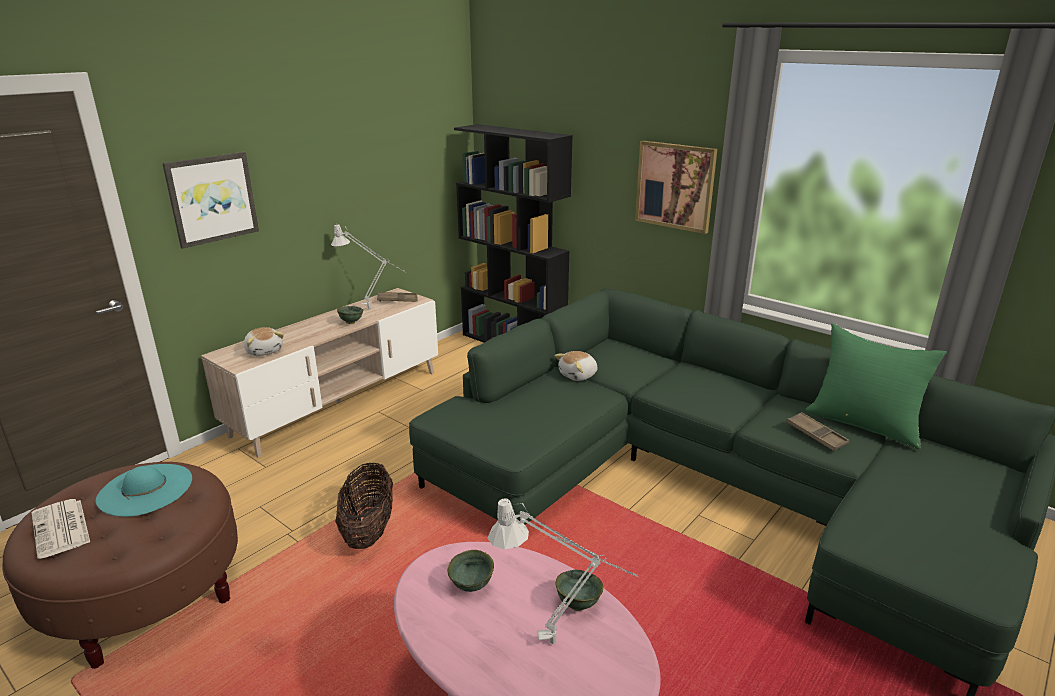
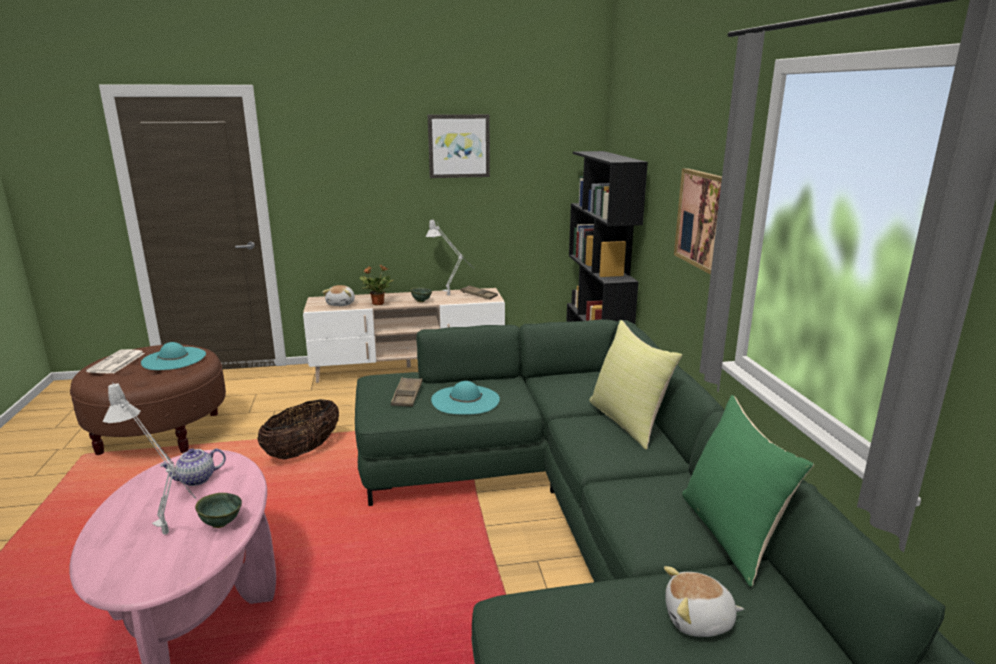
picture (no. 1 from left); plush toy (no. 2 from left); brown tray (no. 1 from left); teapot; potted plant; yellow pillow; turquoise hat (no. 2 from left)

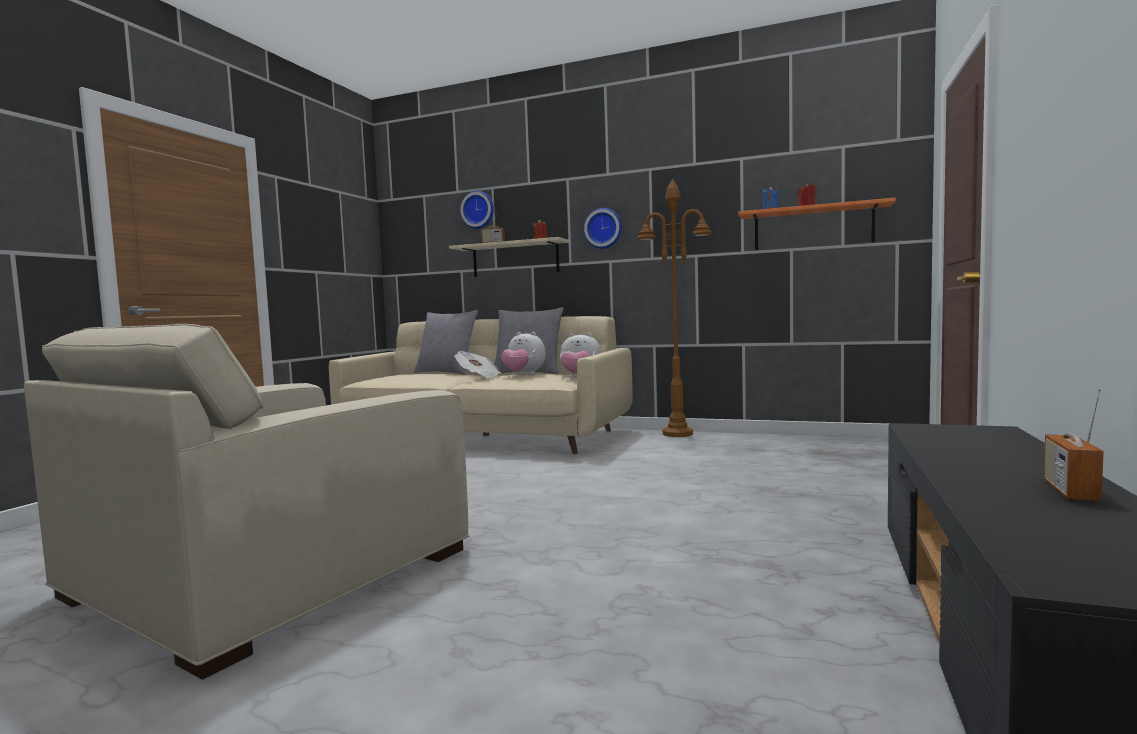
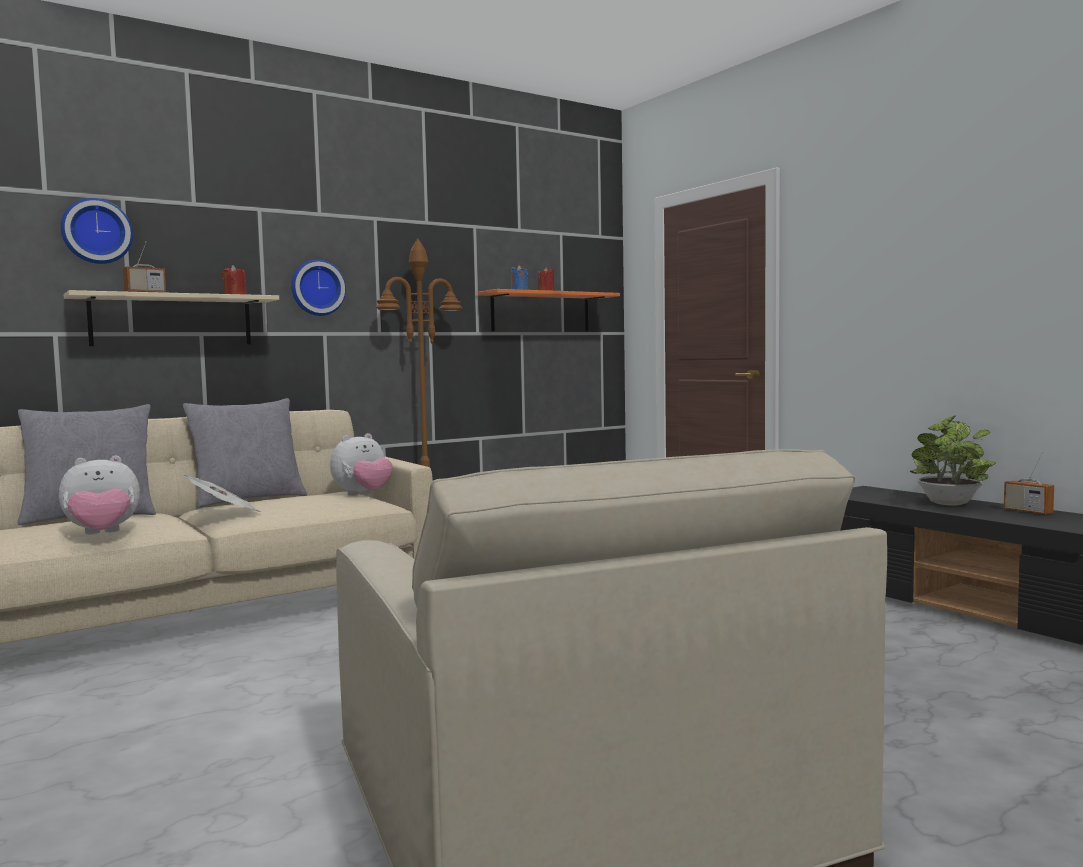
plush toy (no. 1 from left); potted plant

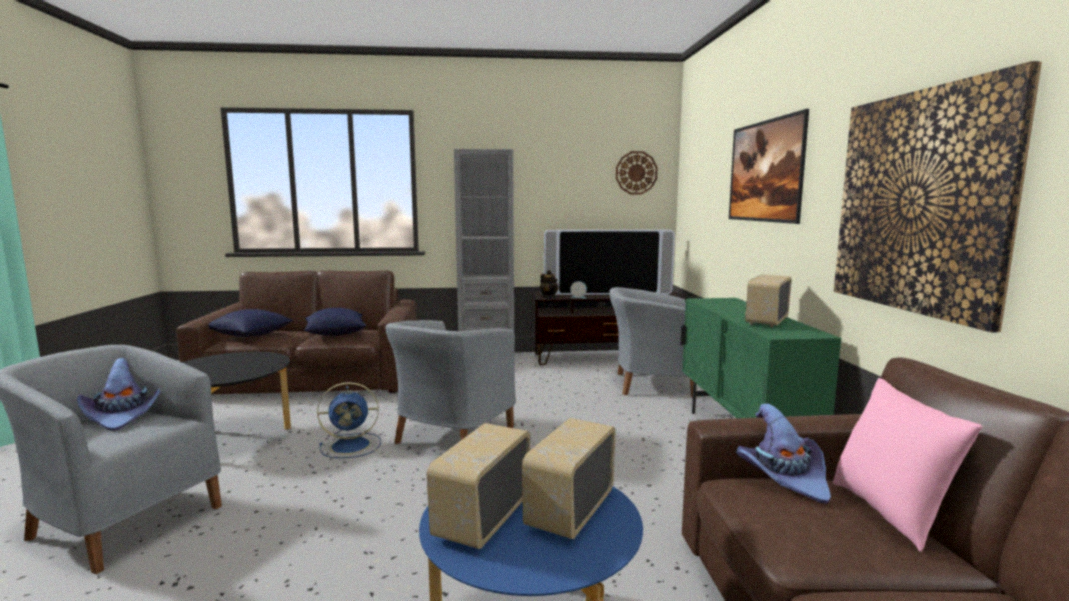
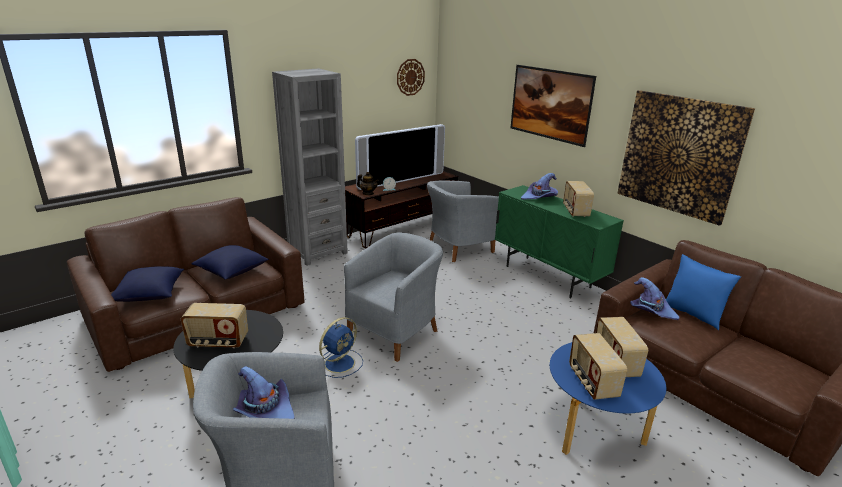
grey armchair (no. 2 from left); blue pillow (no. 3 from left); purple hat (no. 2 from left); radio (no. 1 from left)

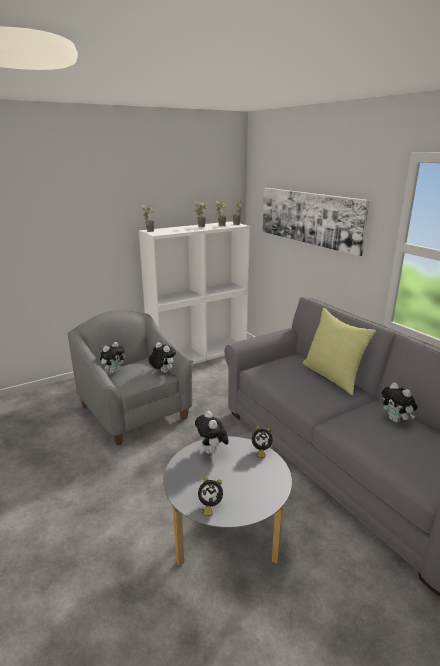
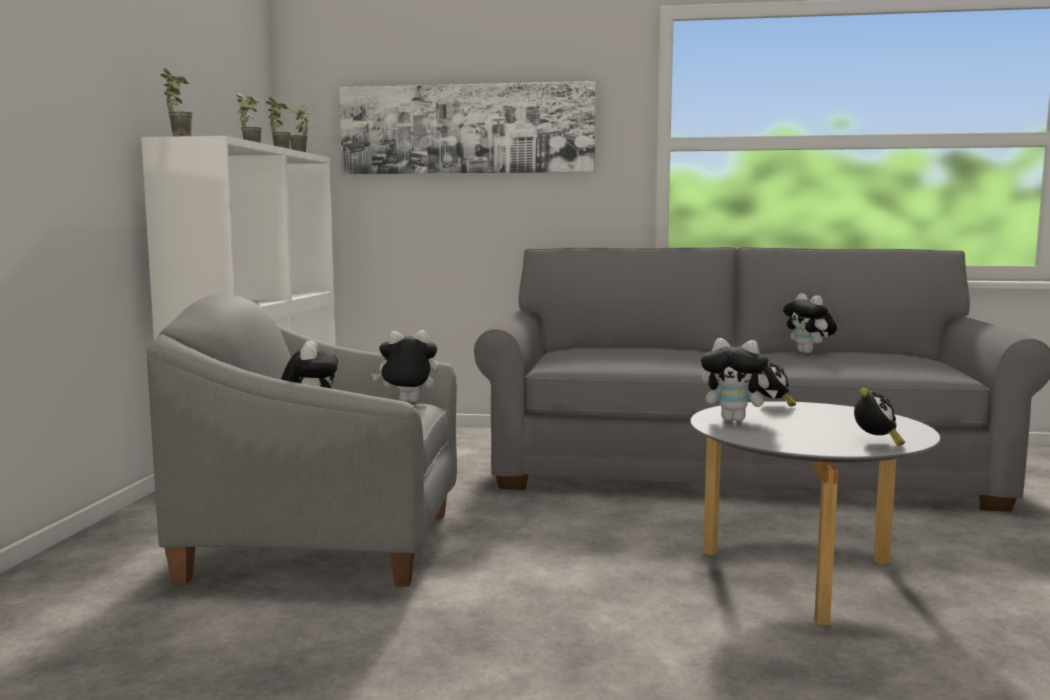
yellow pillow; plush toy (no. 4 from left)

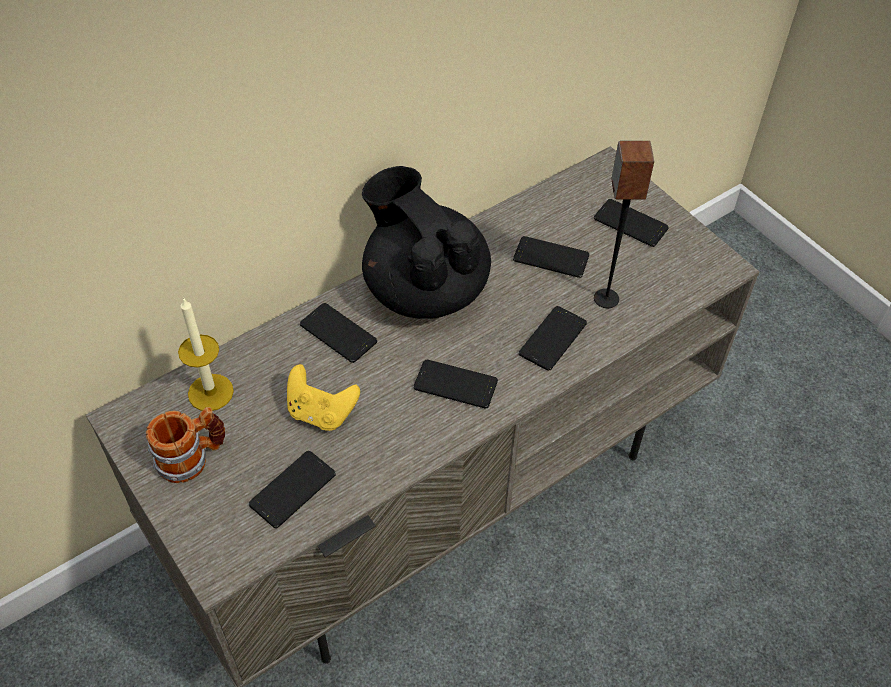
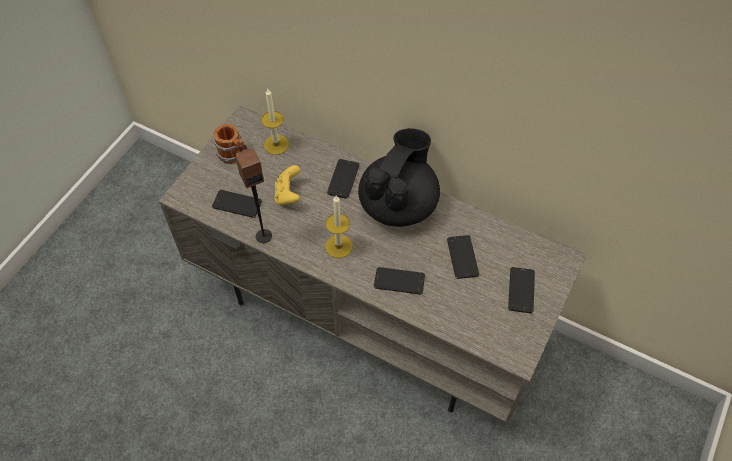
speaker; candle (no. 2 from left)

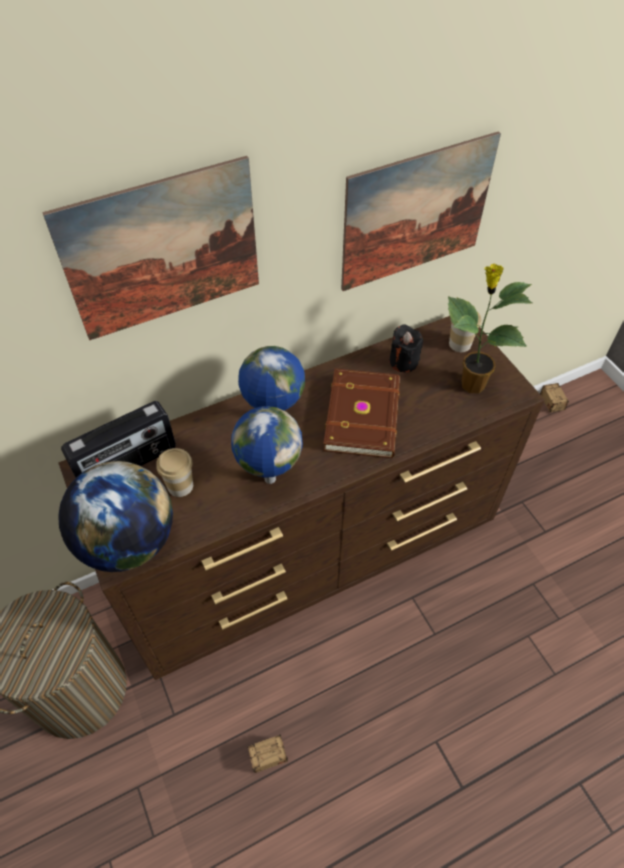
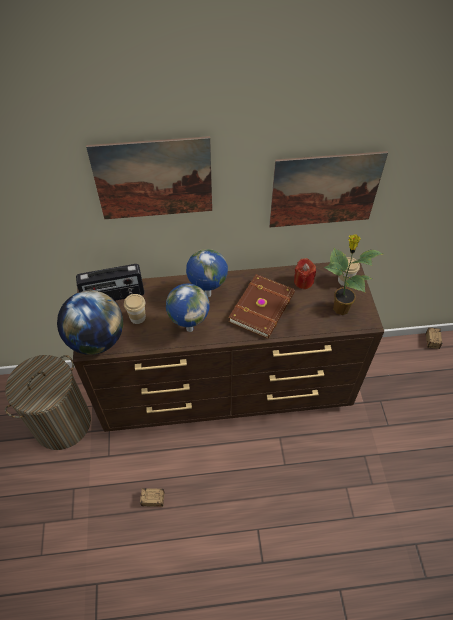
red candle

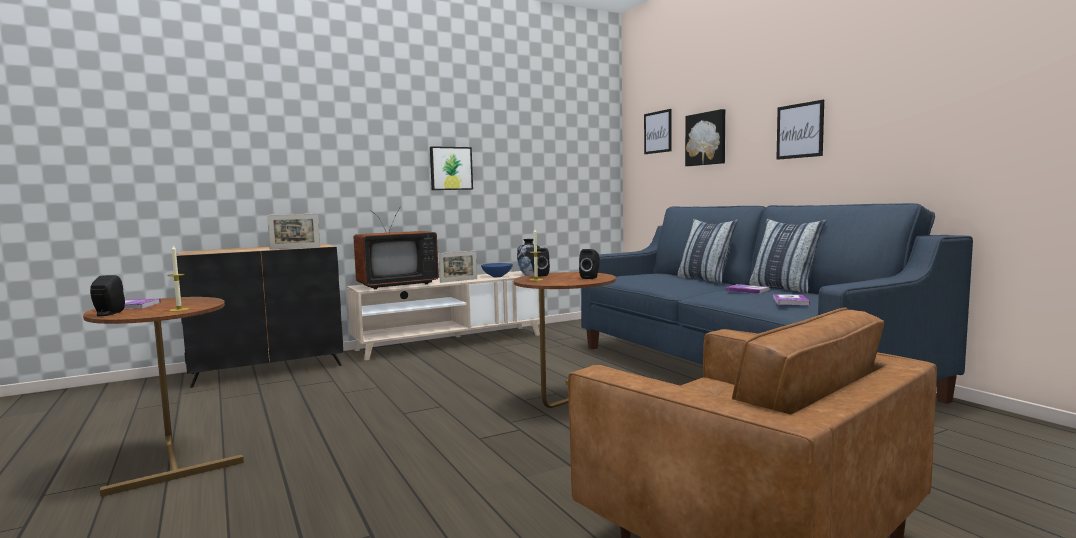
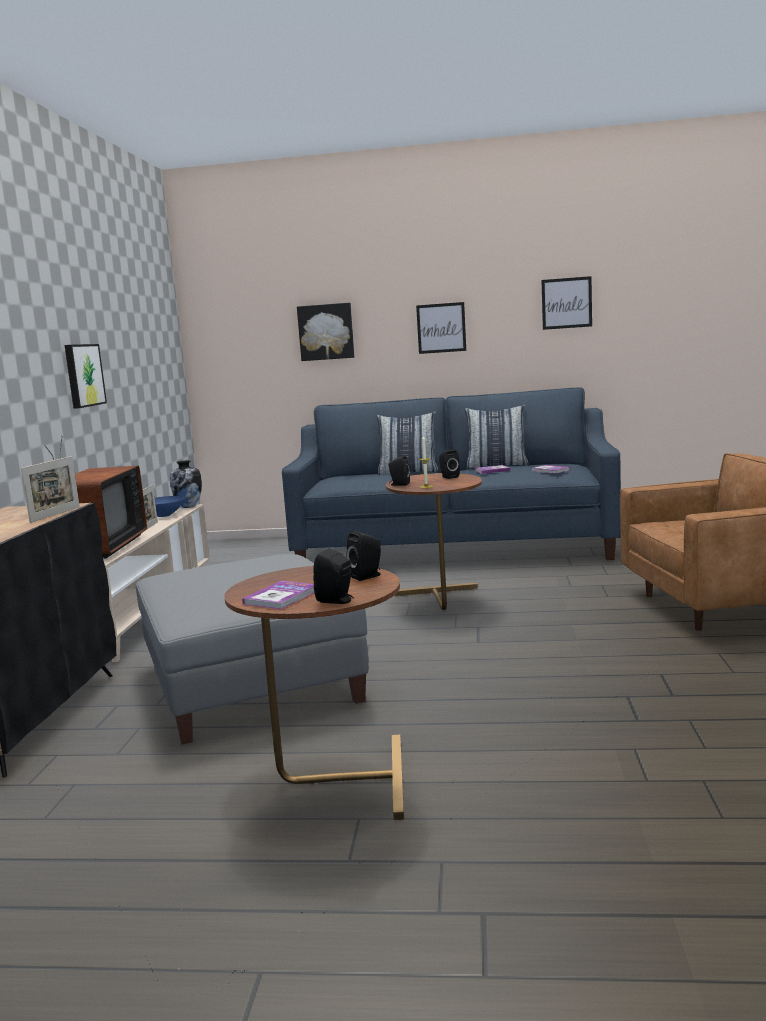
picture (no. 4 from left); black speaker (no. 2 from left); grey ottoman

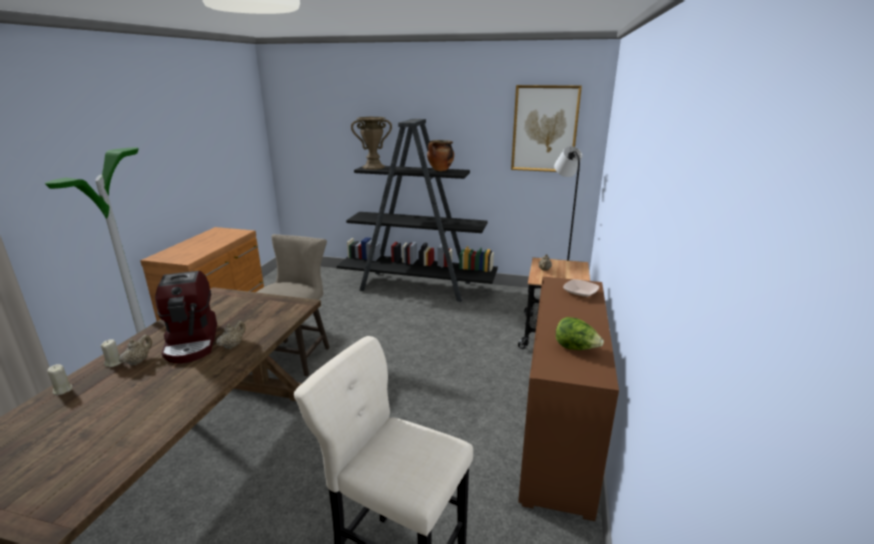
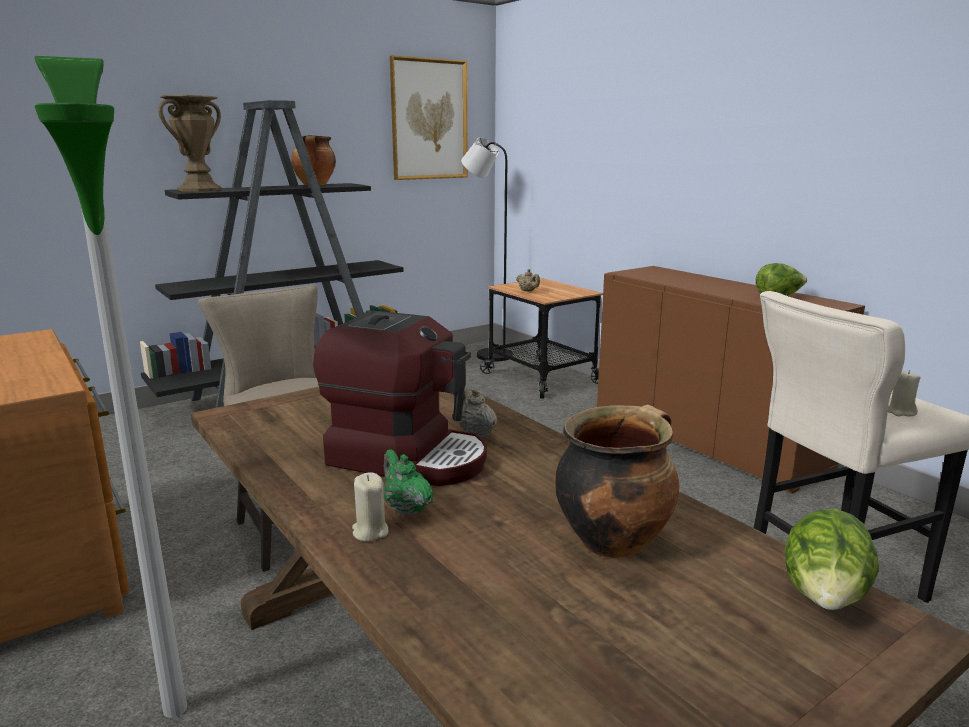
bowl; green teapot; beige candle (no. 2 from left); cooking pot (no. 2 from left); lettuce (no. 2 from left)

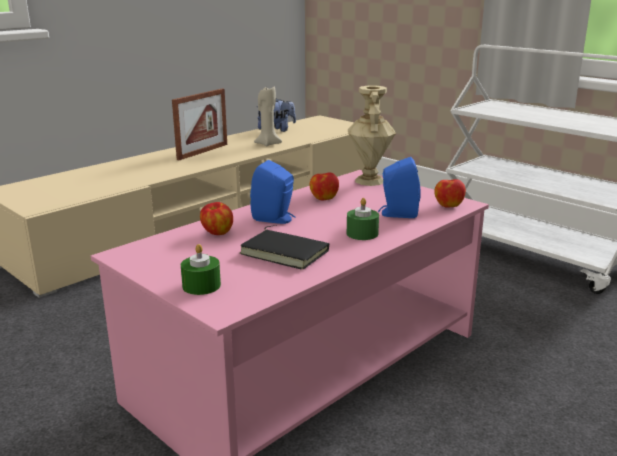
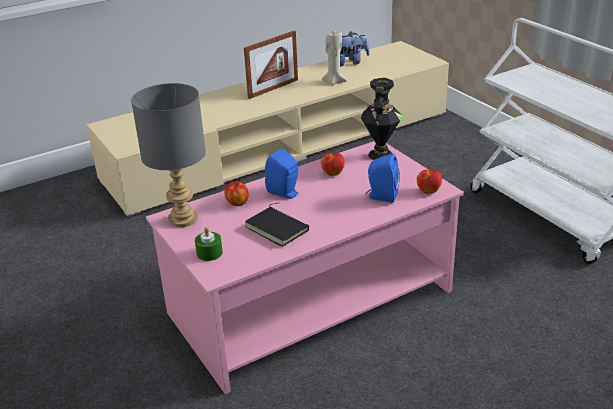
black vase; green candle (no. 2 from left in the first image); grey table lamp

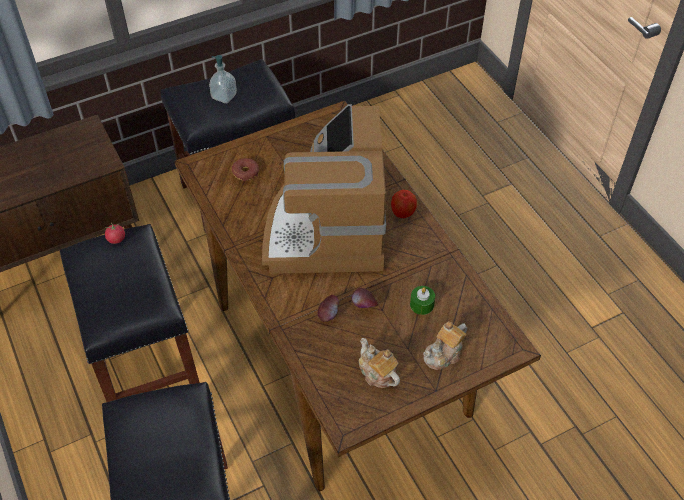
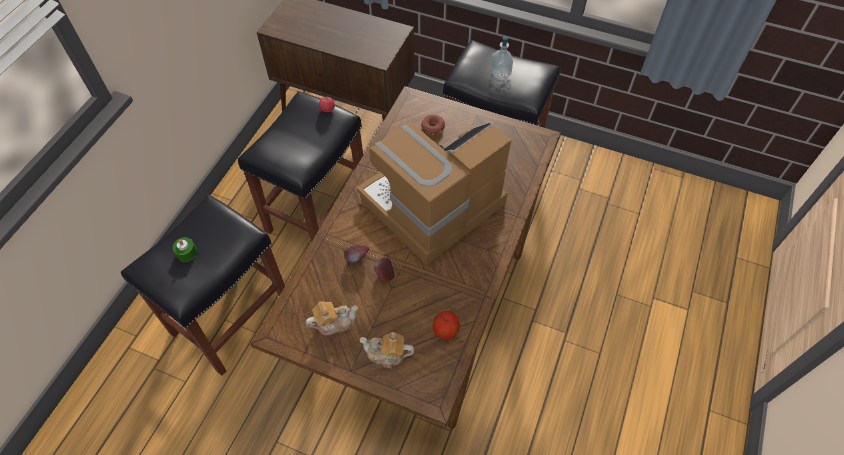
apple (no. 3 from left); green candle; teapot (no. 1 from left)

